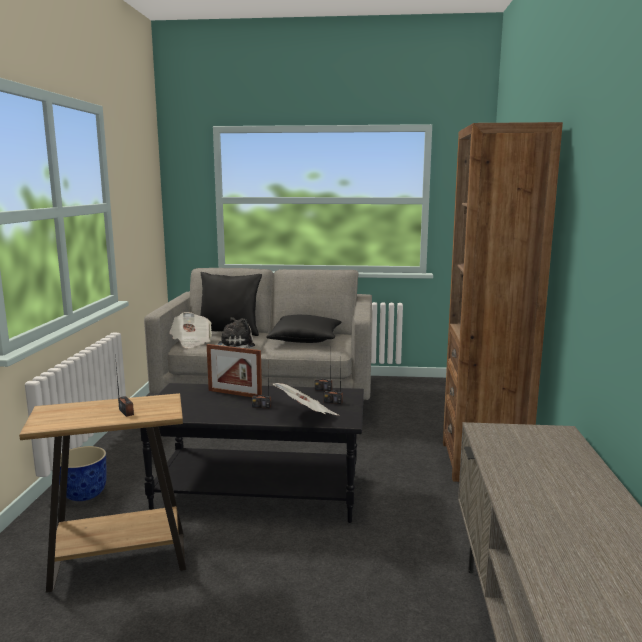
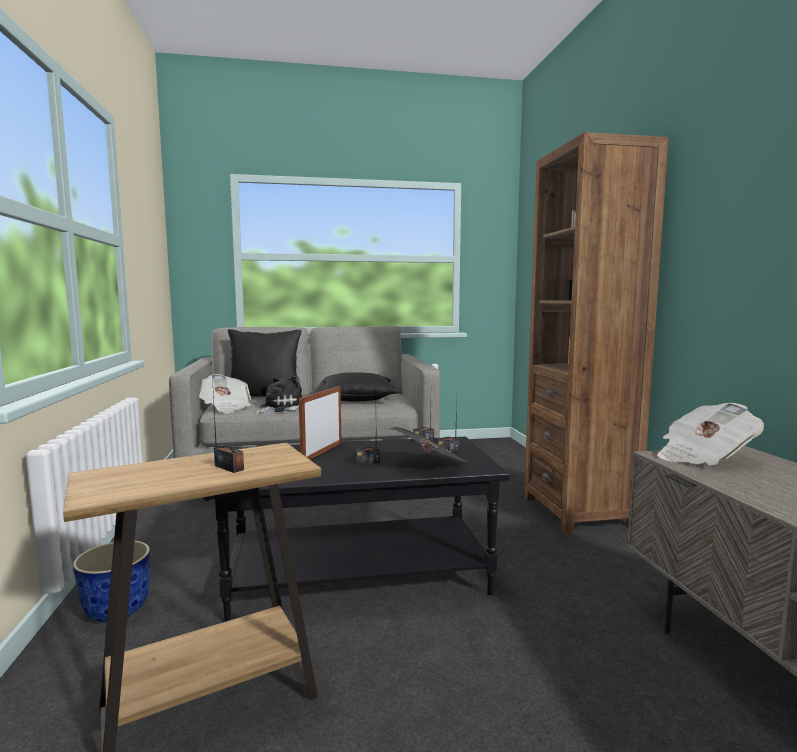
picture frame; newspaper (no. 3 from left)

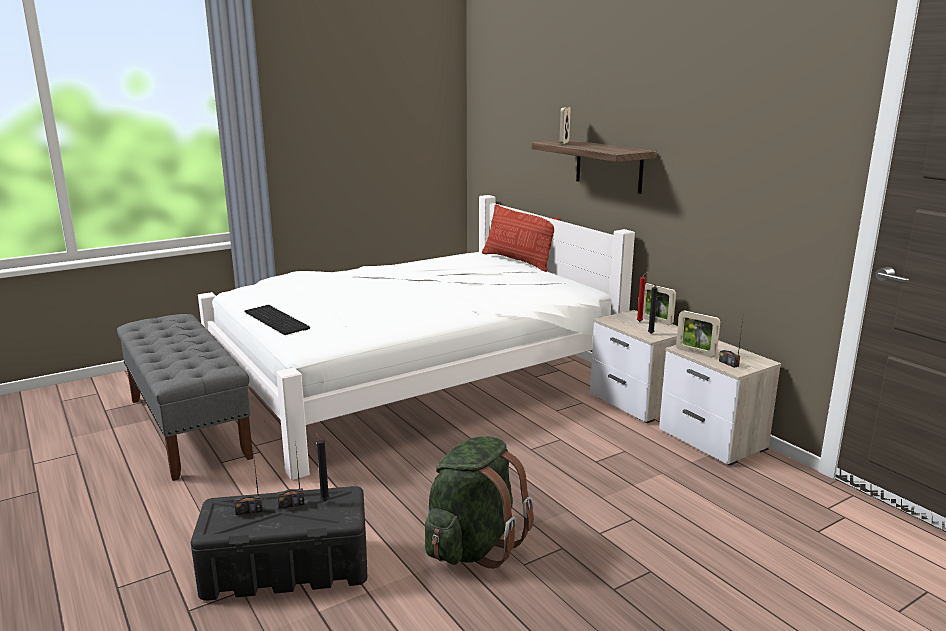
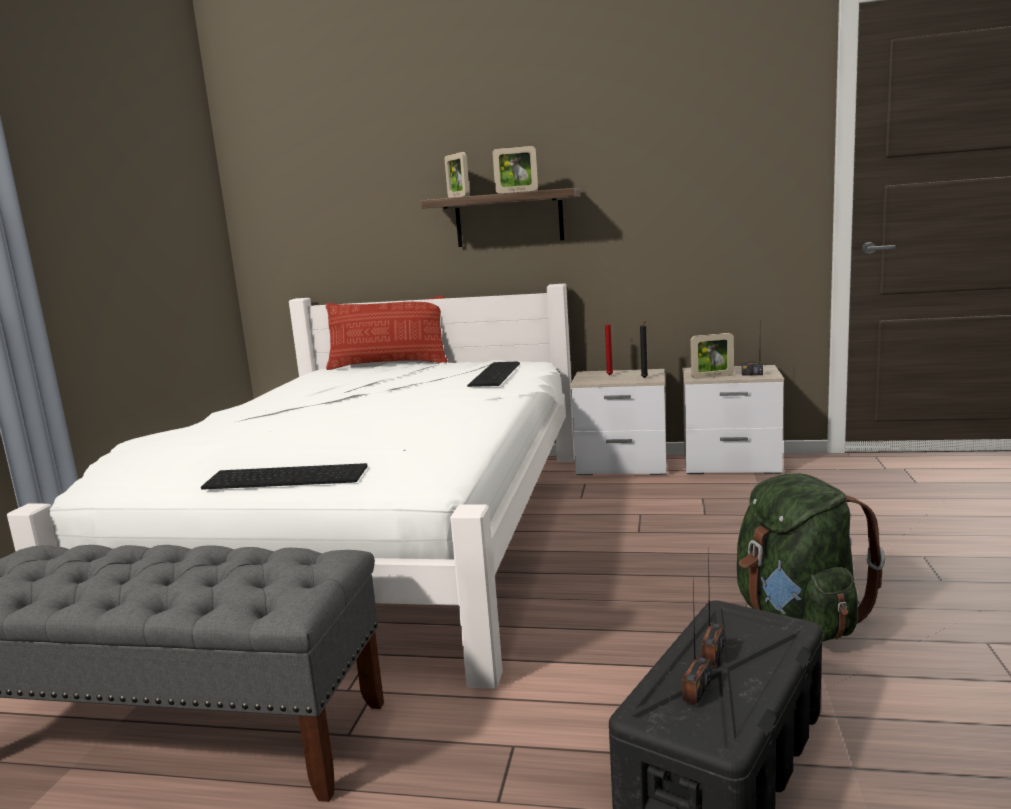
picture frame (no. 2 from left); black candle (no. 1 from left in the first image); keyboard (no. 2 from left)

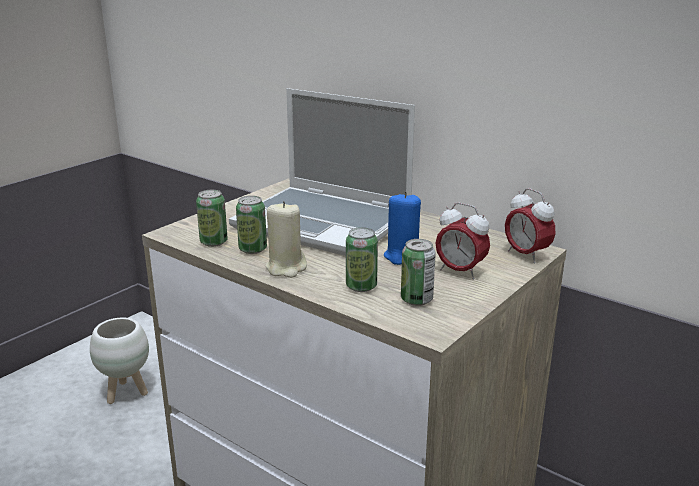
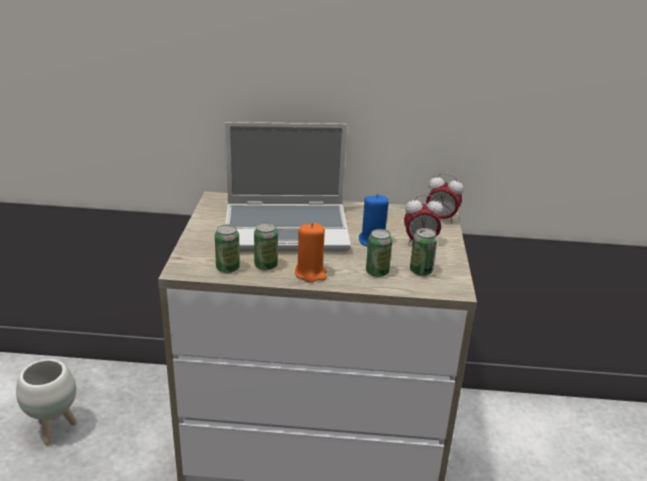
orange candle

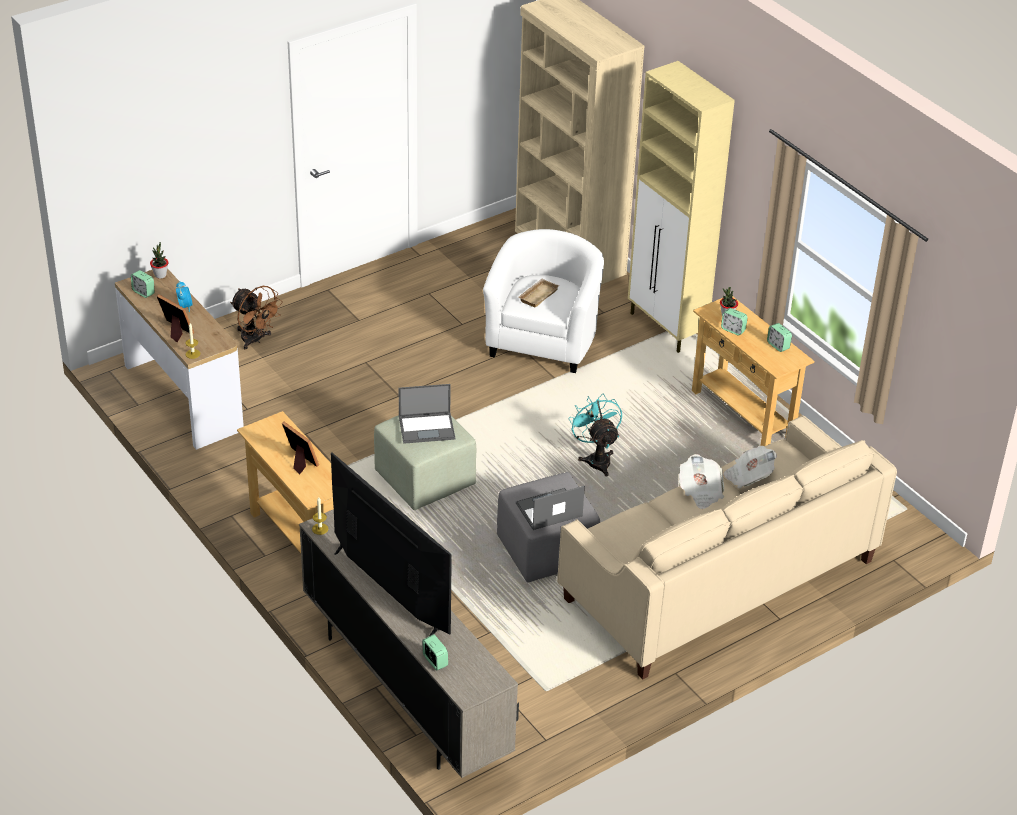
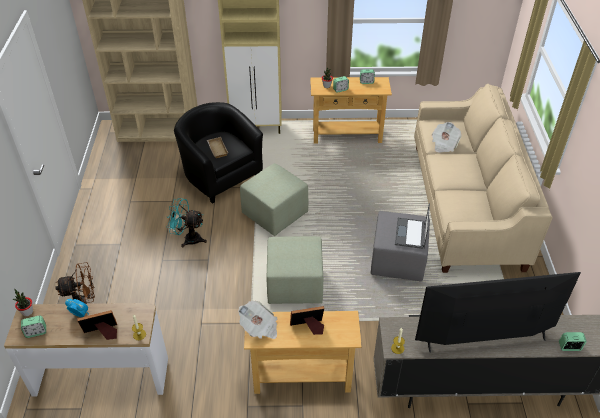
black armchair; laptop (no. 1 from left in the first image); turquoise fan; newspaper (no. 1 from left); green ottoman (no. 1 from left)

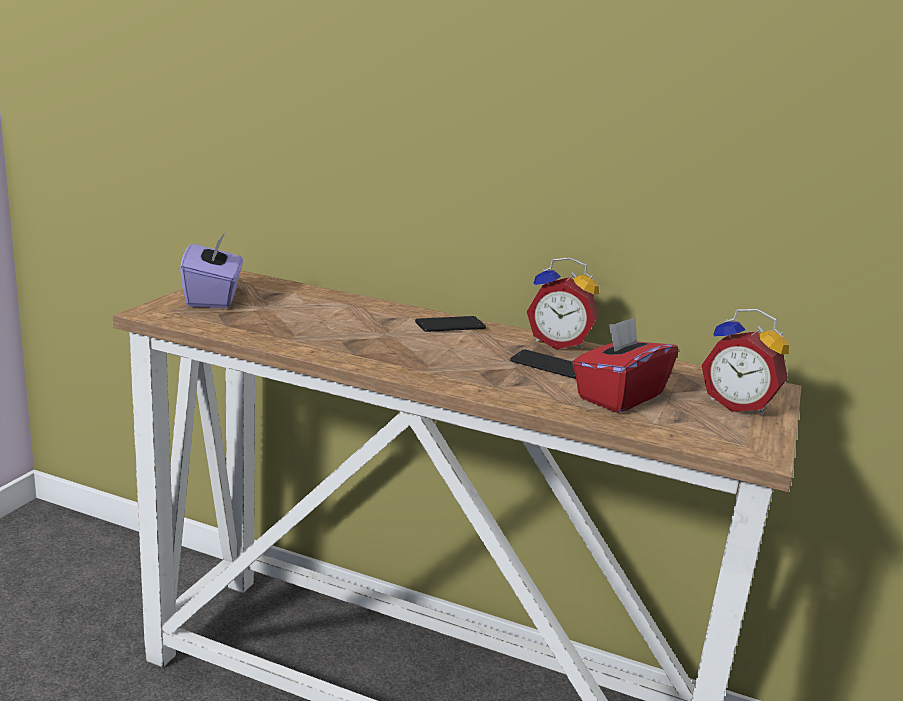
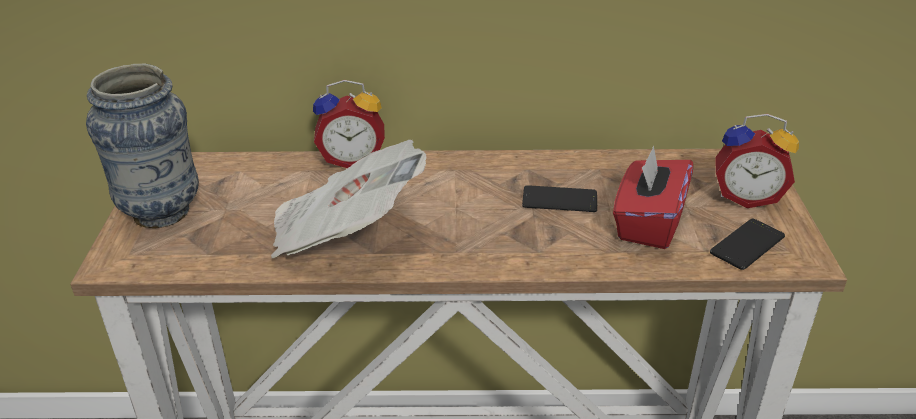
vase; alarm clock (no. 1 from left); phone (no. 2 from left); newspaper

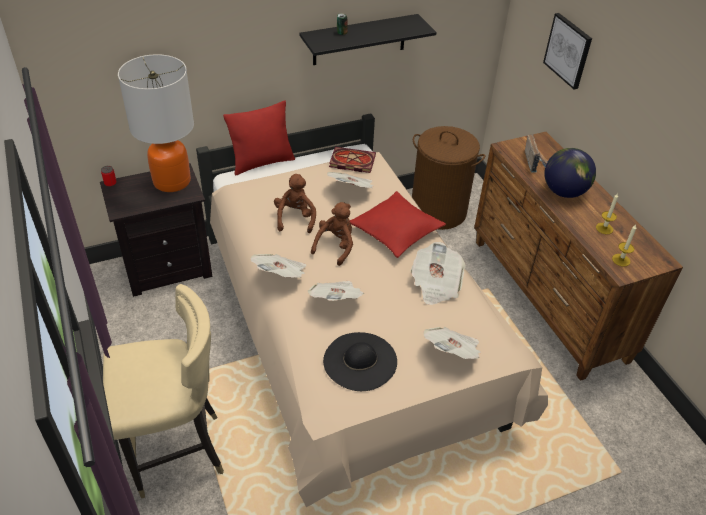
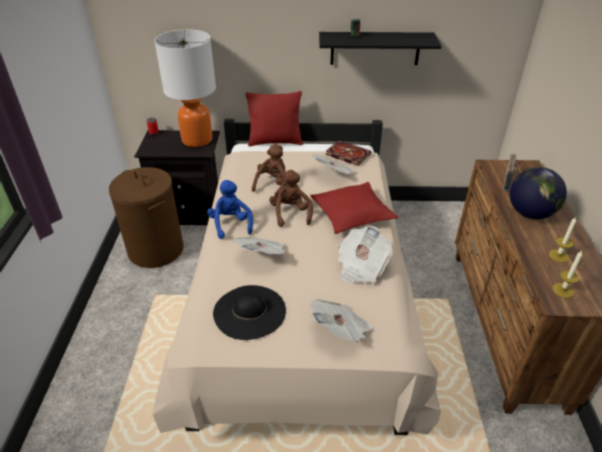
picture; brown laundry basket; brown plush toy (no. 2 from left); blue plush toy; beige chair

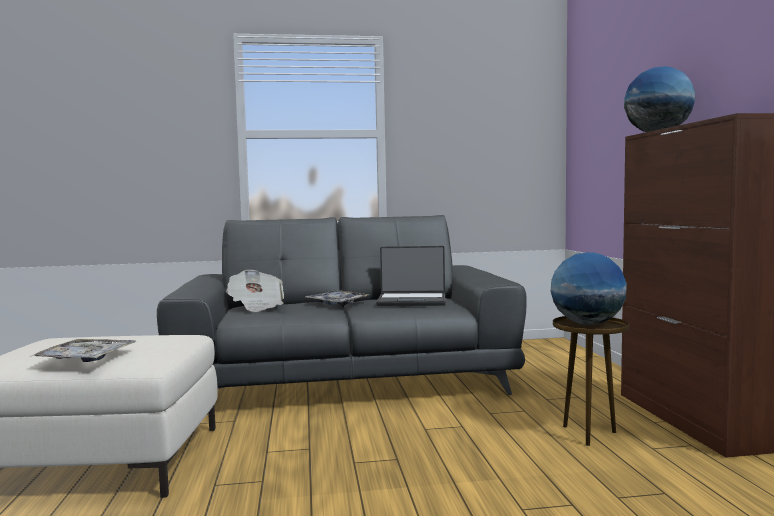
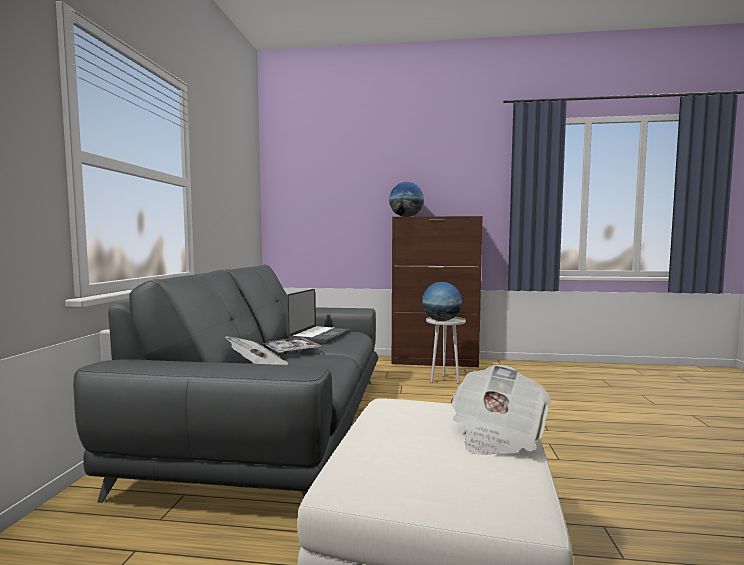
white side table; newspaper (no. 2 from left)

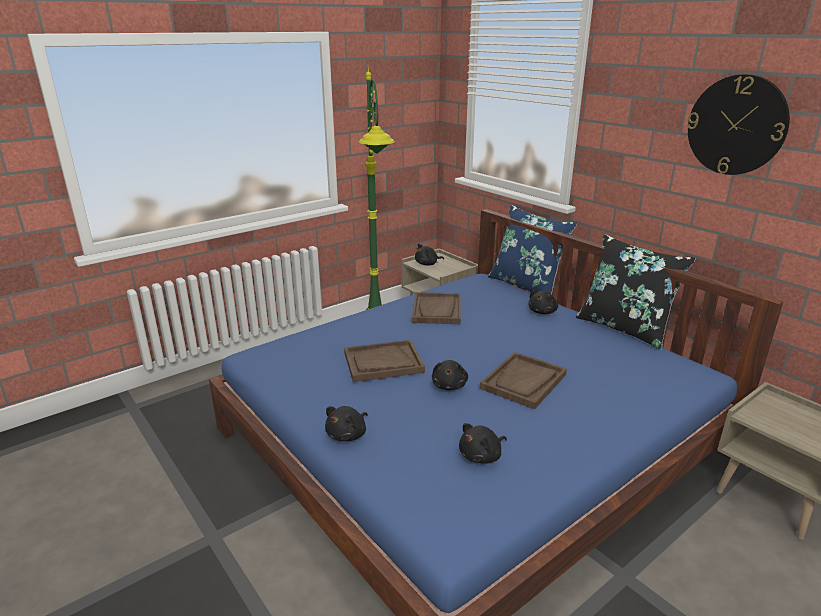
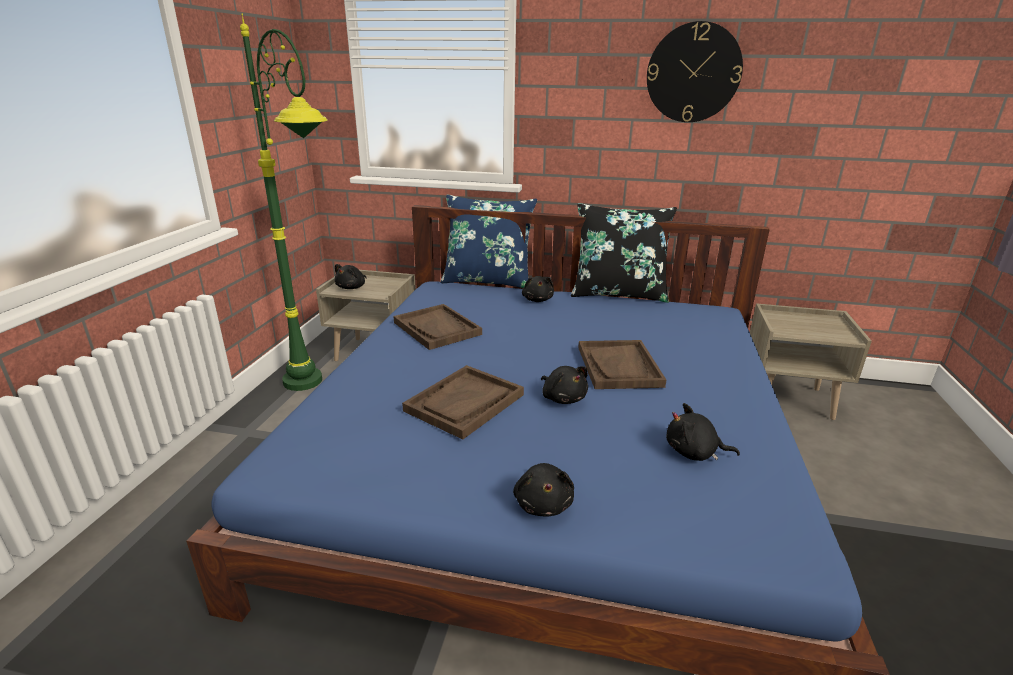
black plush toy (no. 5 from left)

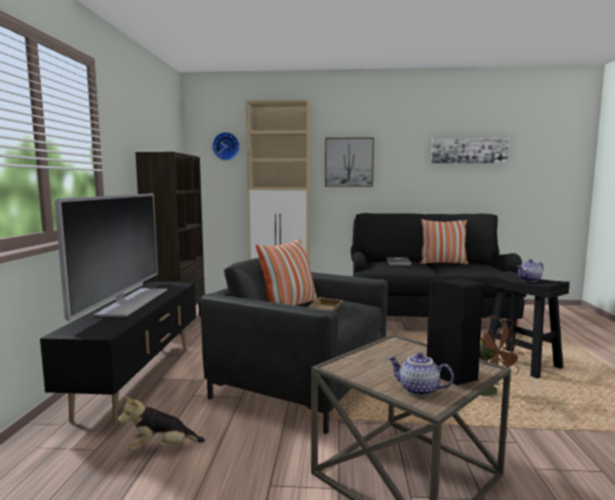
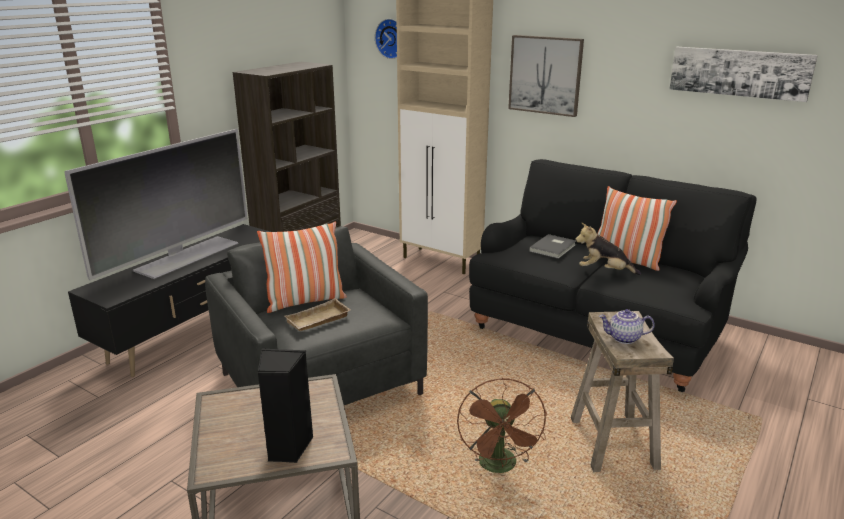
beige stool; teapot (no. 1 from left in the first image); plush toy

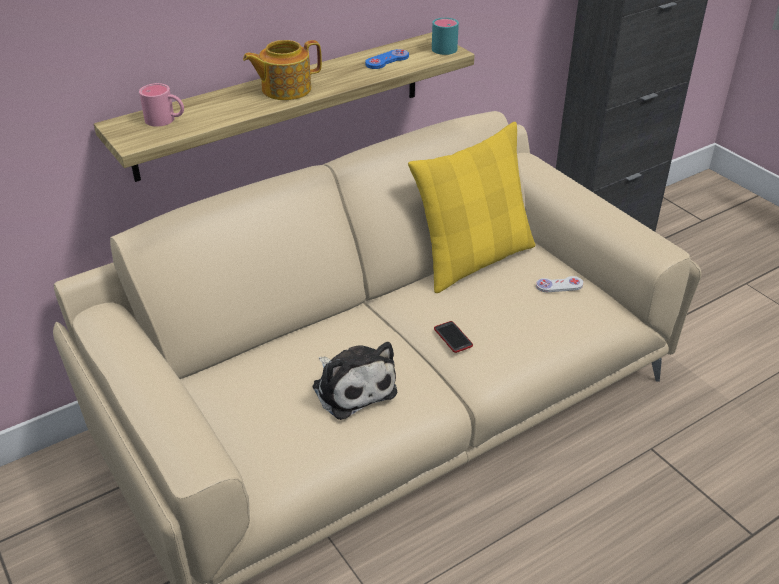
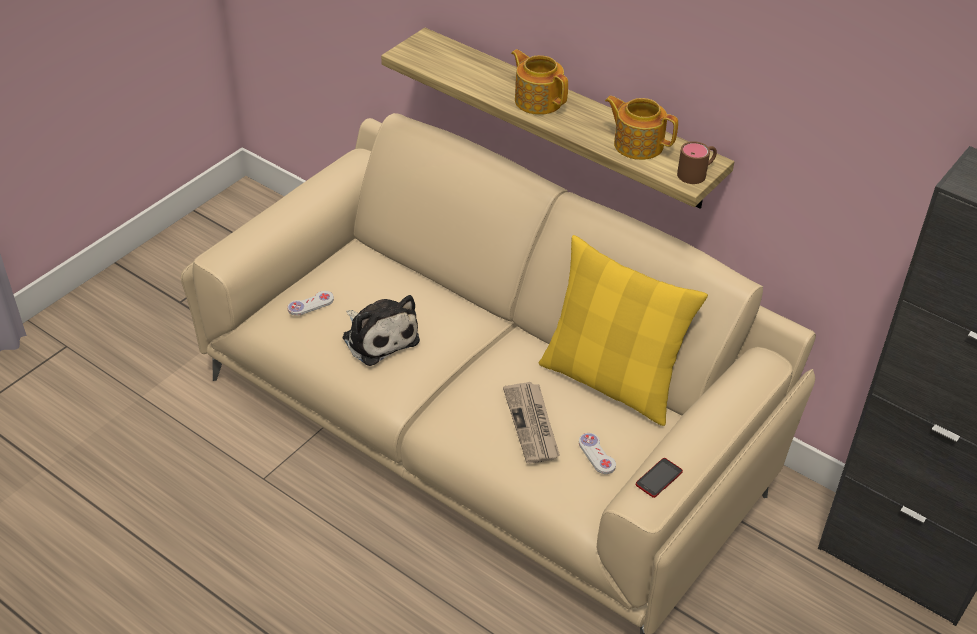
brown mug; teapot (no. 2 from left); pink mug; phone; plush toy; white game controller (no. 1 from left); newspaper

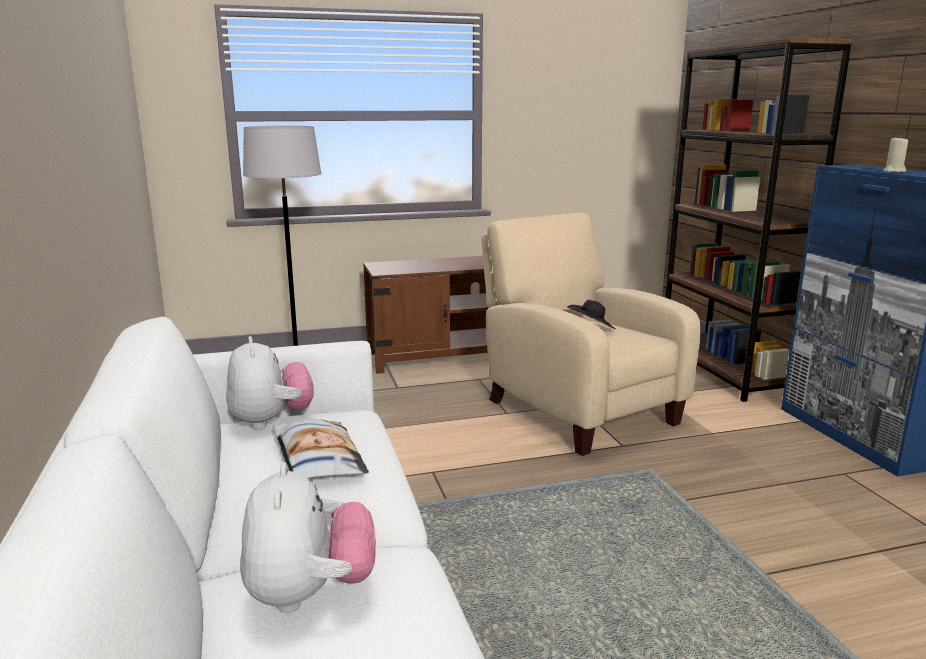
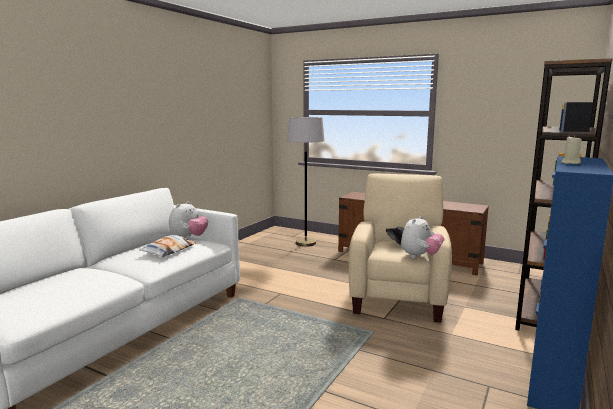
plush toy (no. 2 from left)

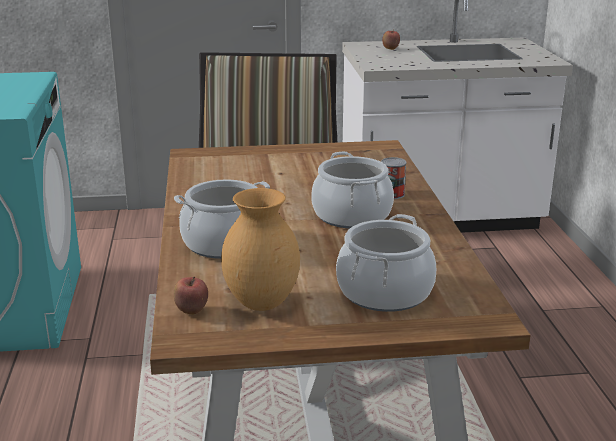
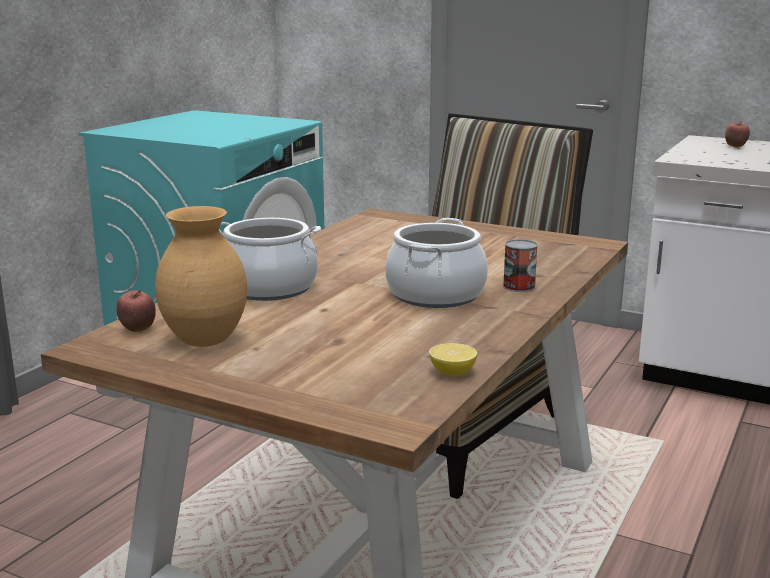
cooking pot (no. 3 from left in the first image); lemon

